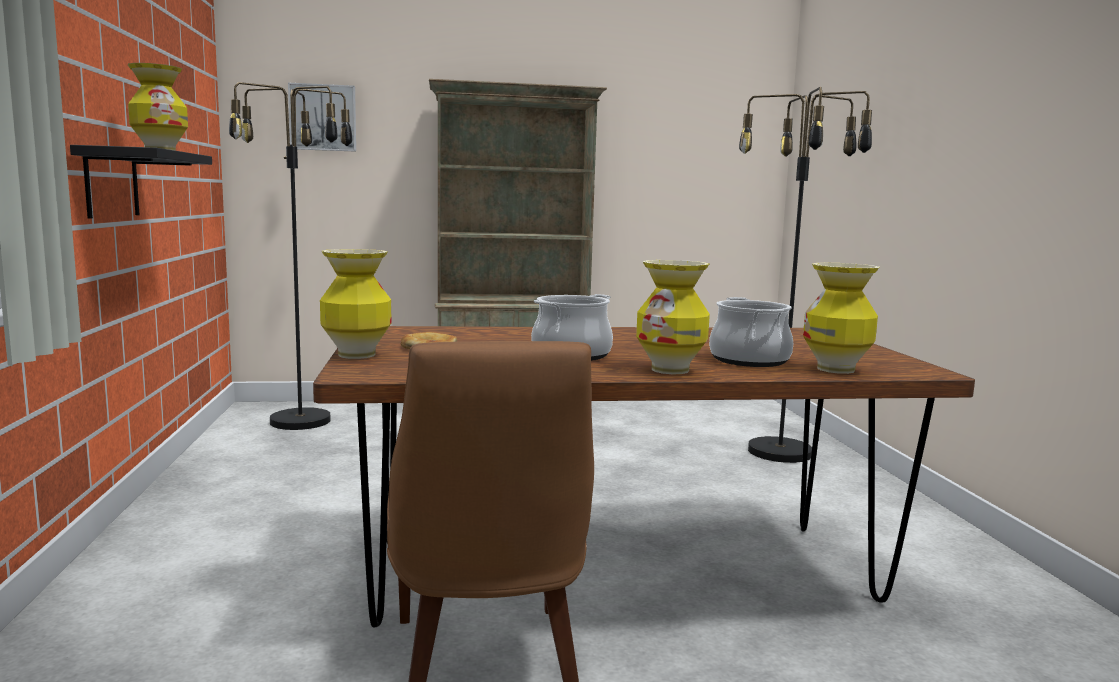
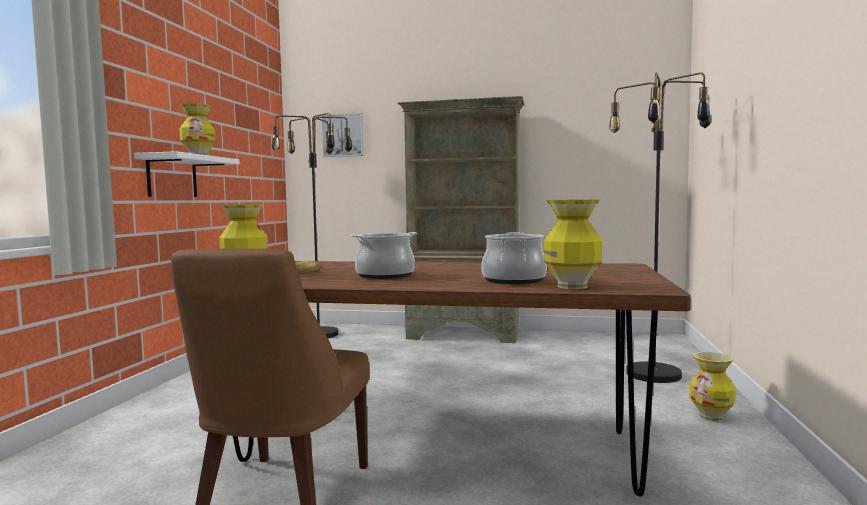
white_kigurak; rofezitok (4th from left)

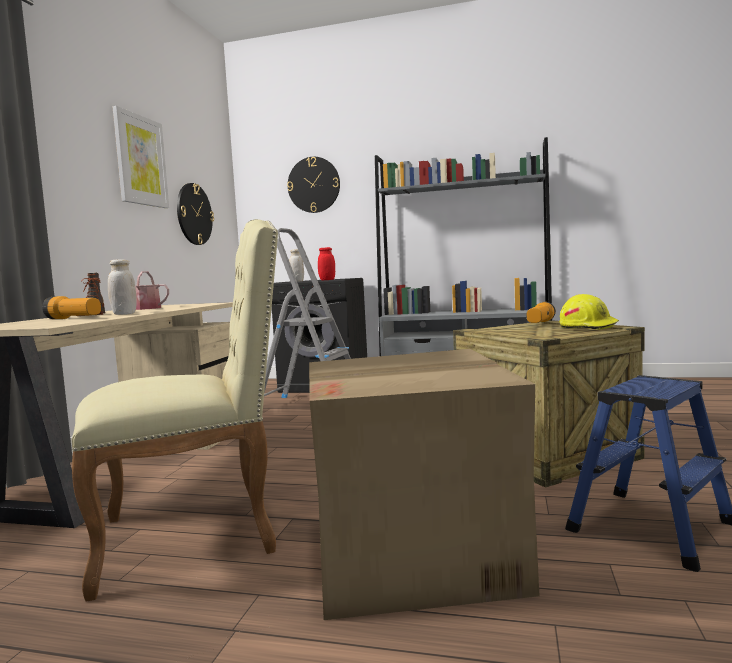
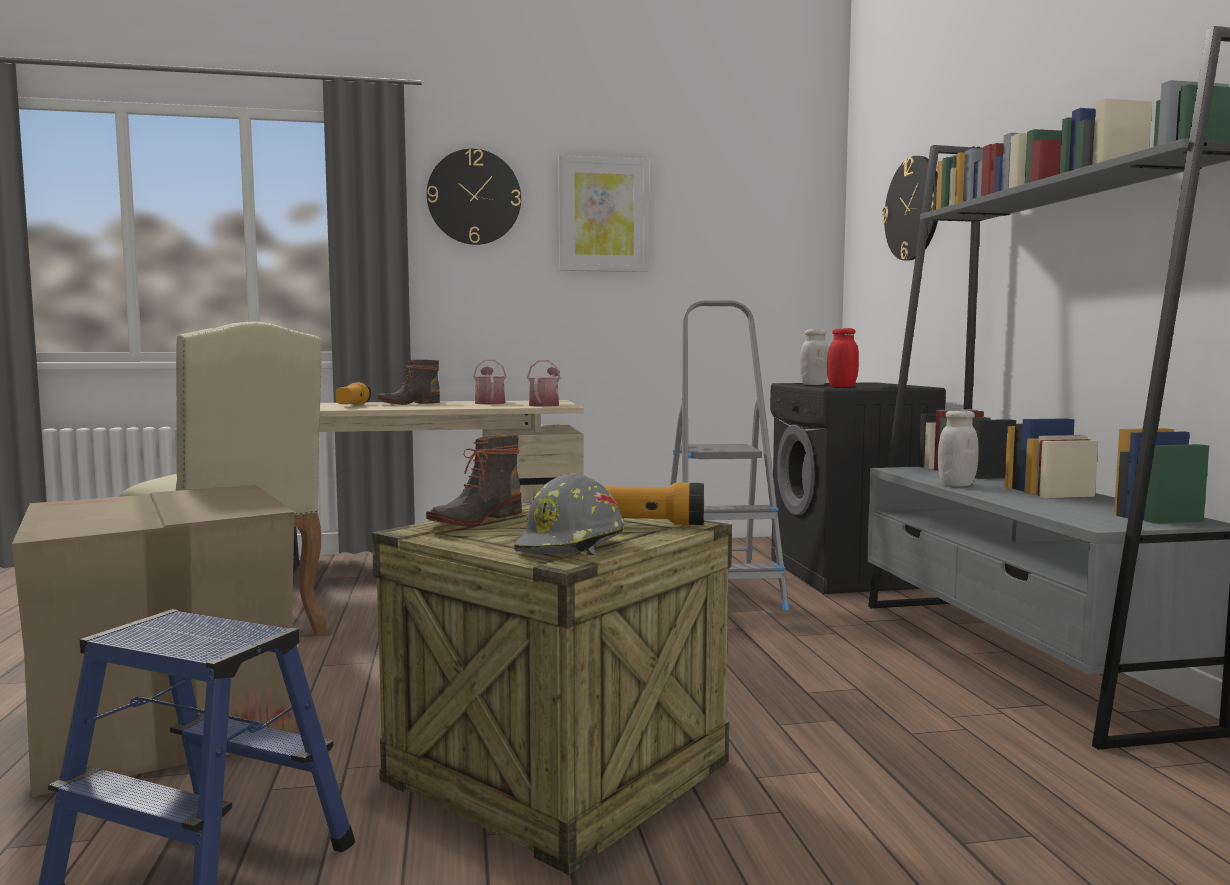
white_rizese (2nd from left); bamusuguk (1st from left); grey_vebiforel; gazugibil (2nd from left); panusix (2nd from left)

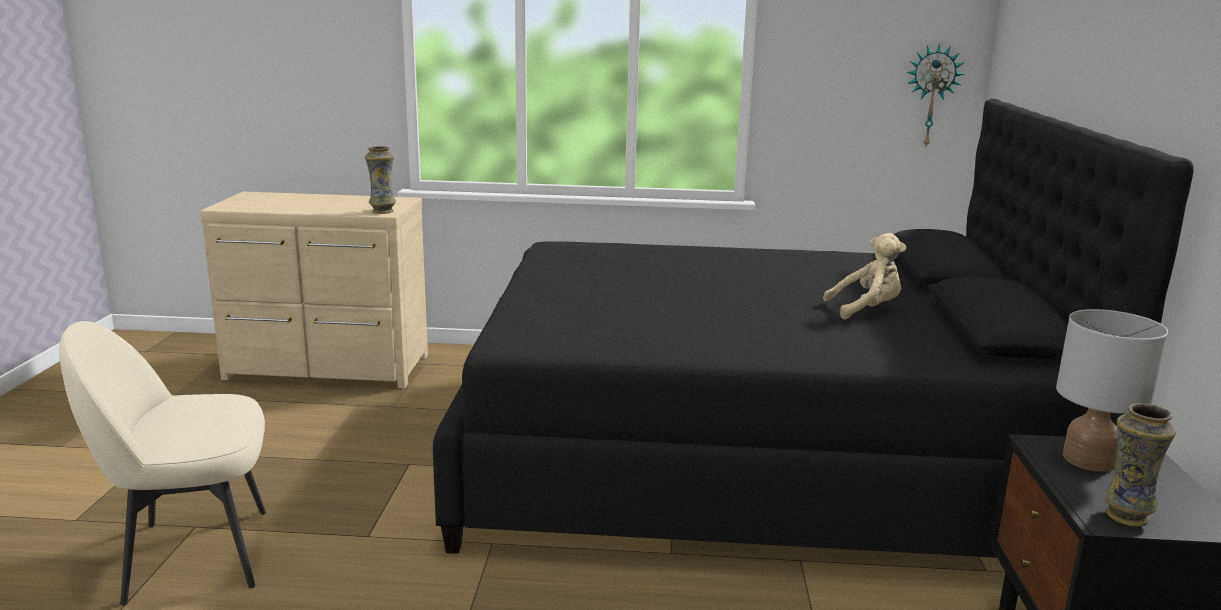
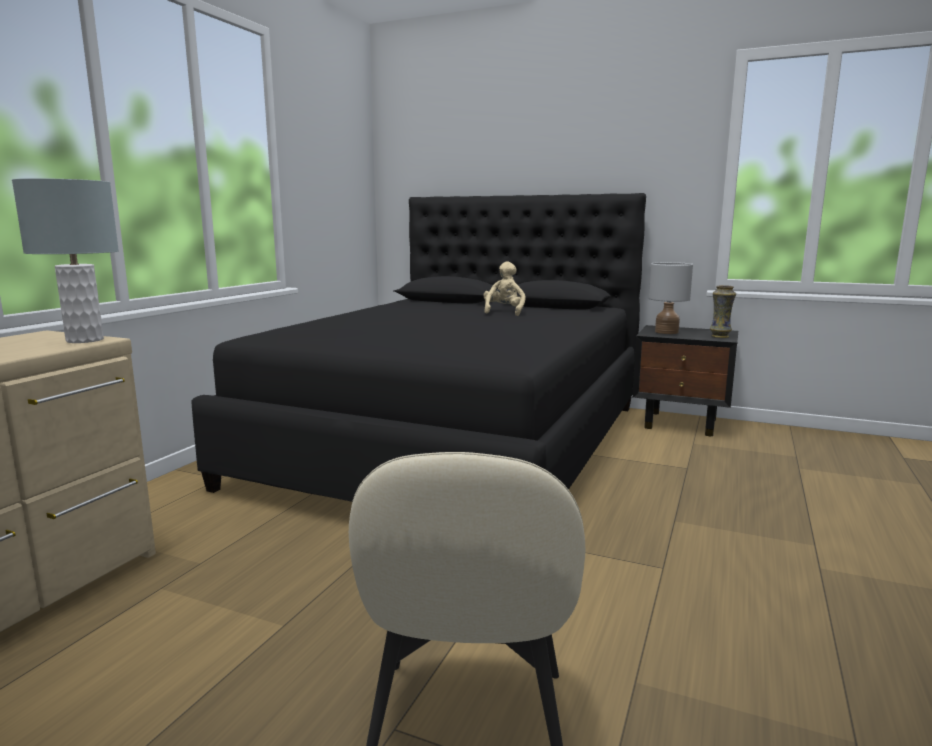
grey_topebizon (1st from left); bamusuguk

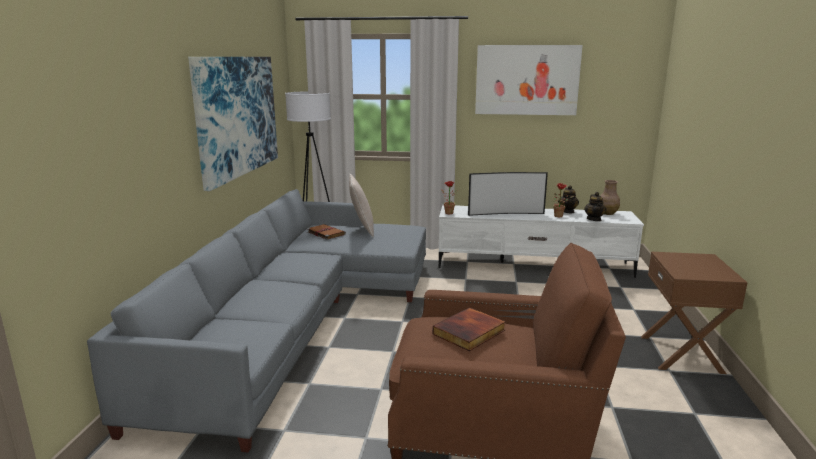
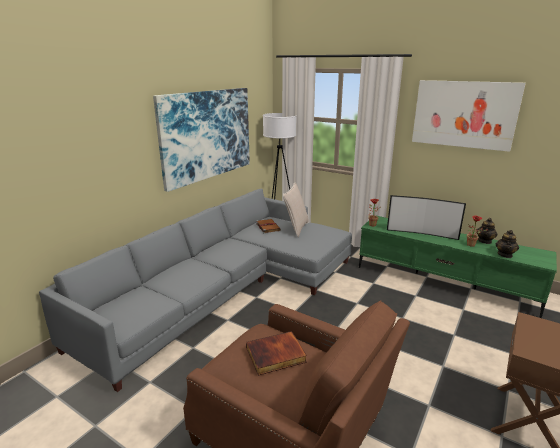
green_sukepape; brown_rofezitok

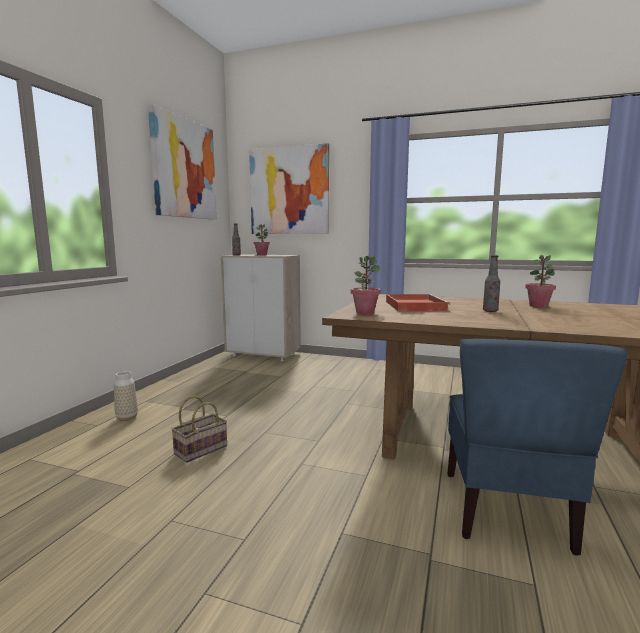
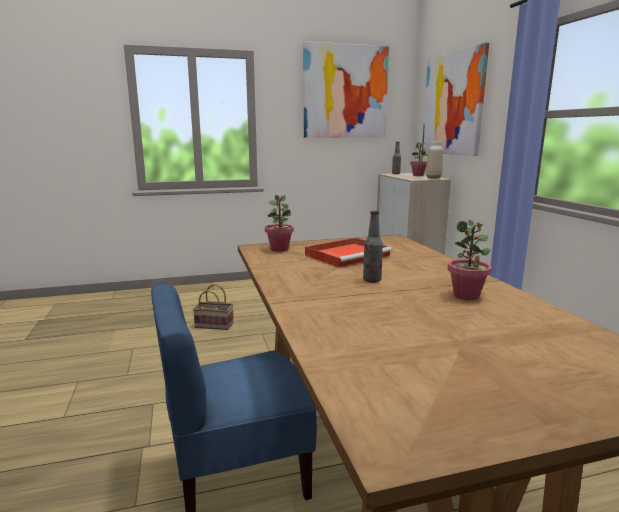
rofezitok

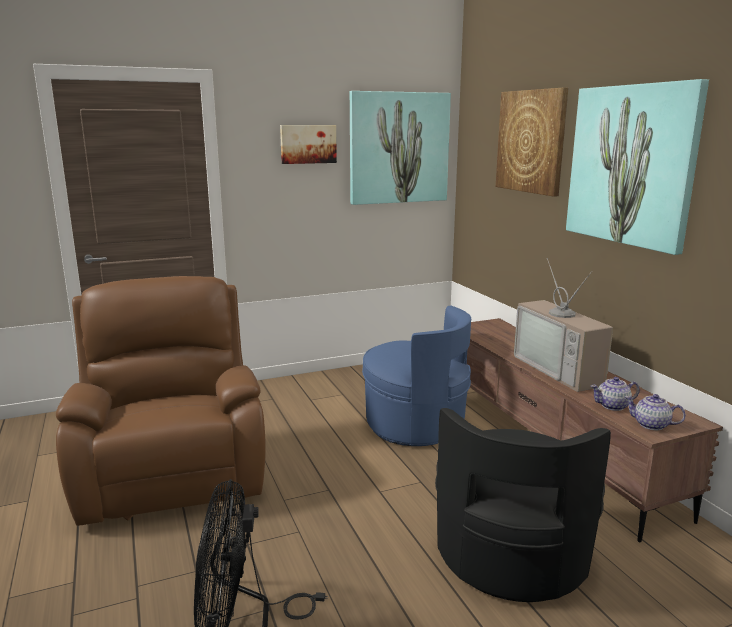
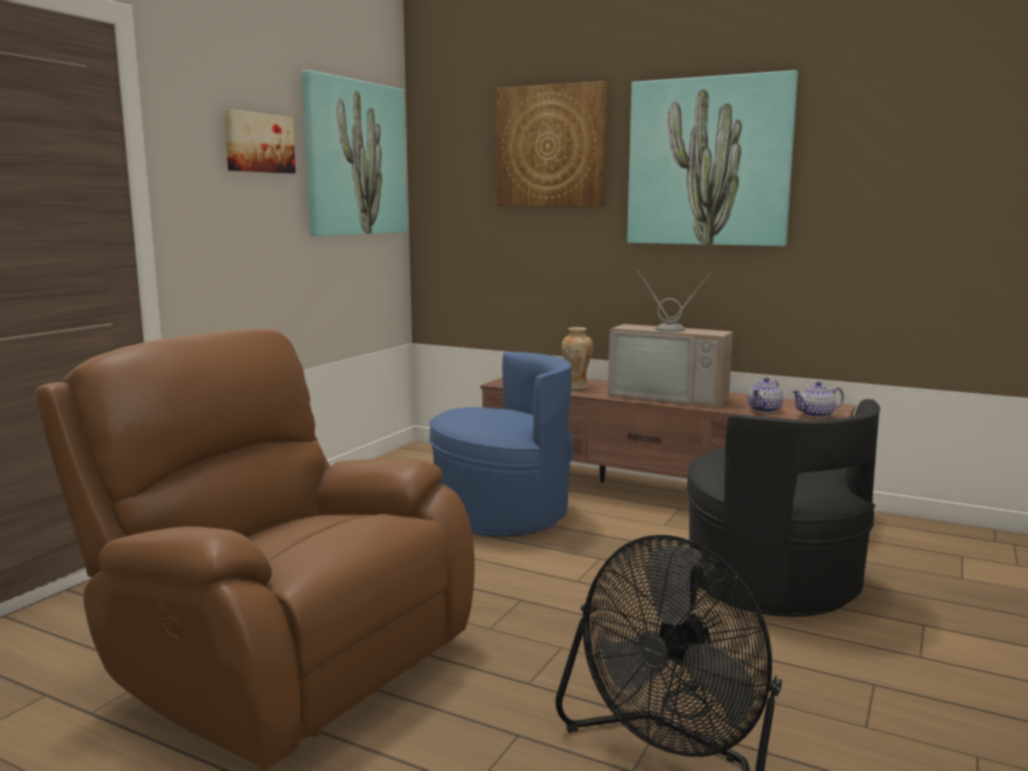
rofezitok

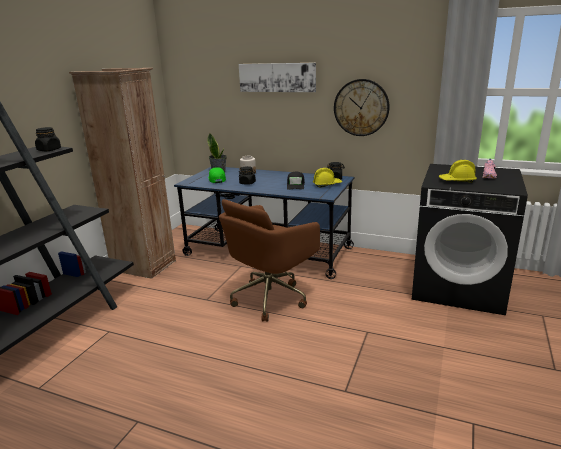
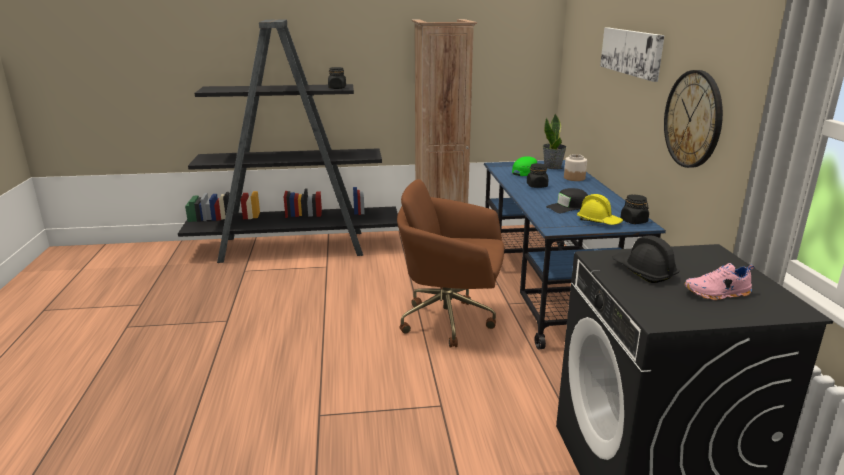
black_vebiforel

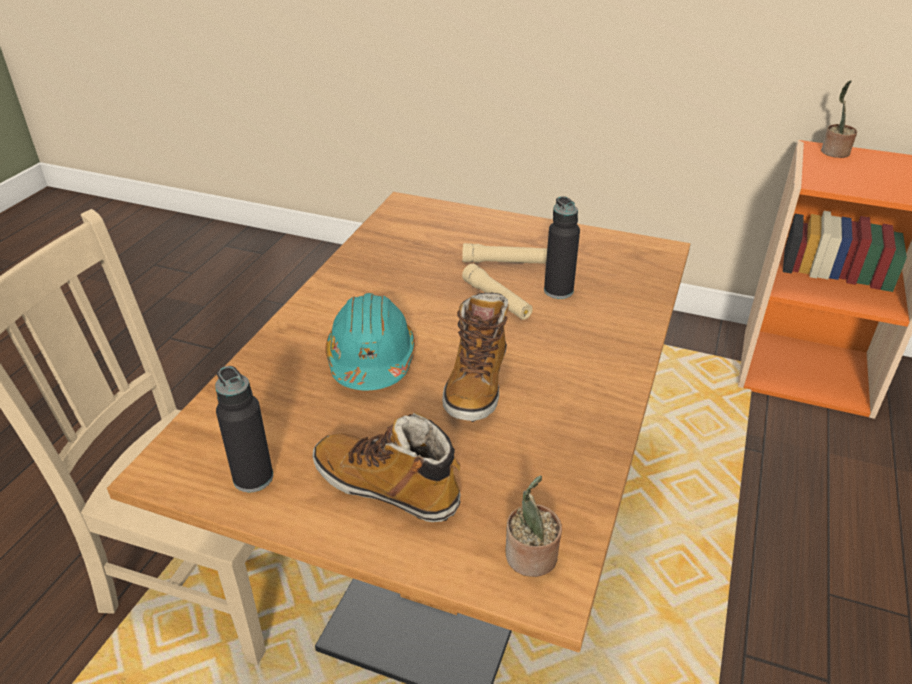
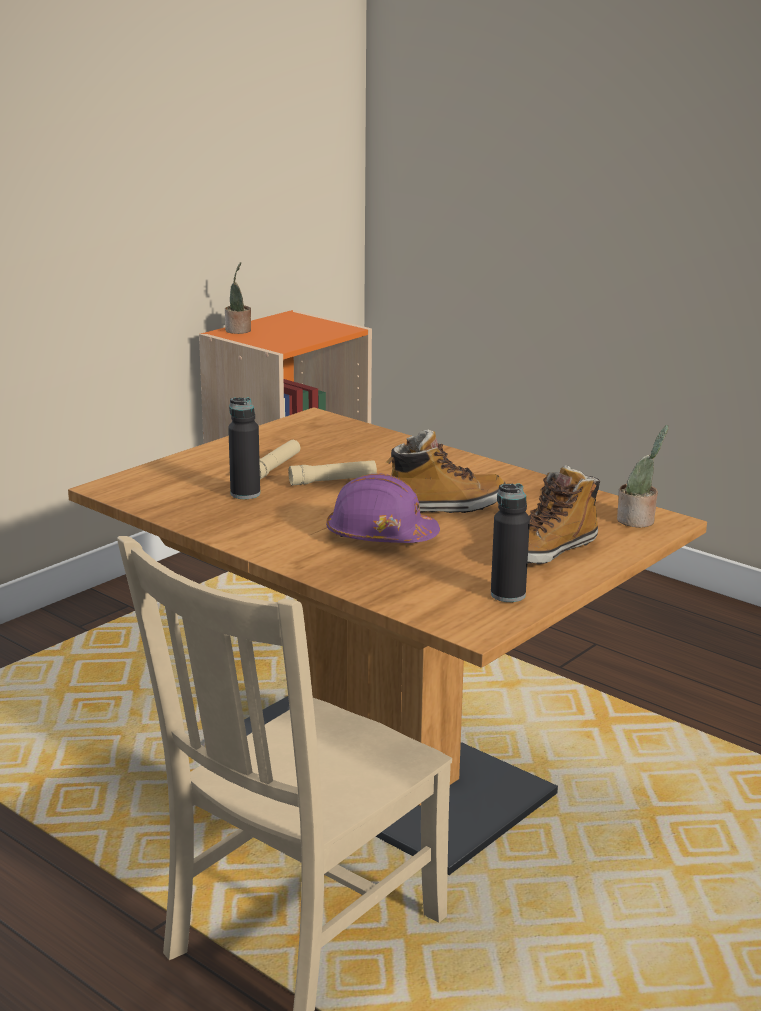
purple_vebiforel; gazugibil (1st from left); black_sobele (1st from left)

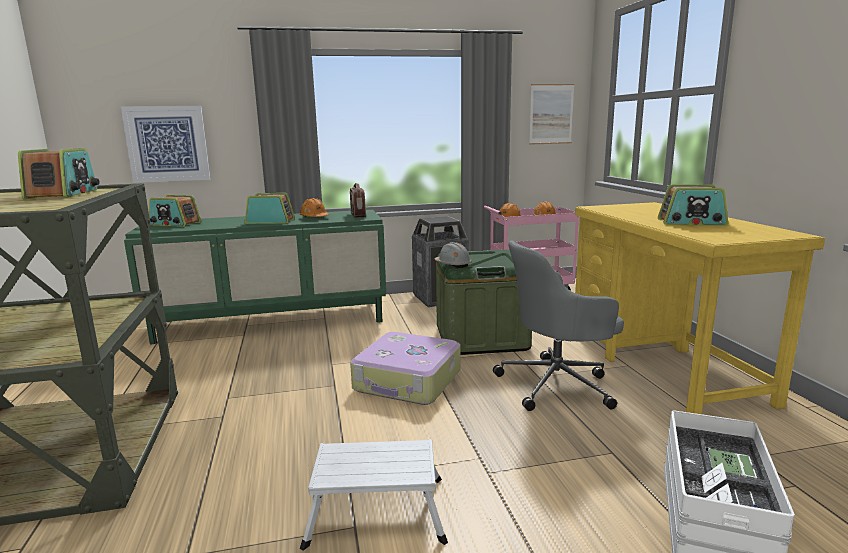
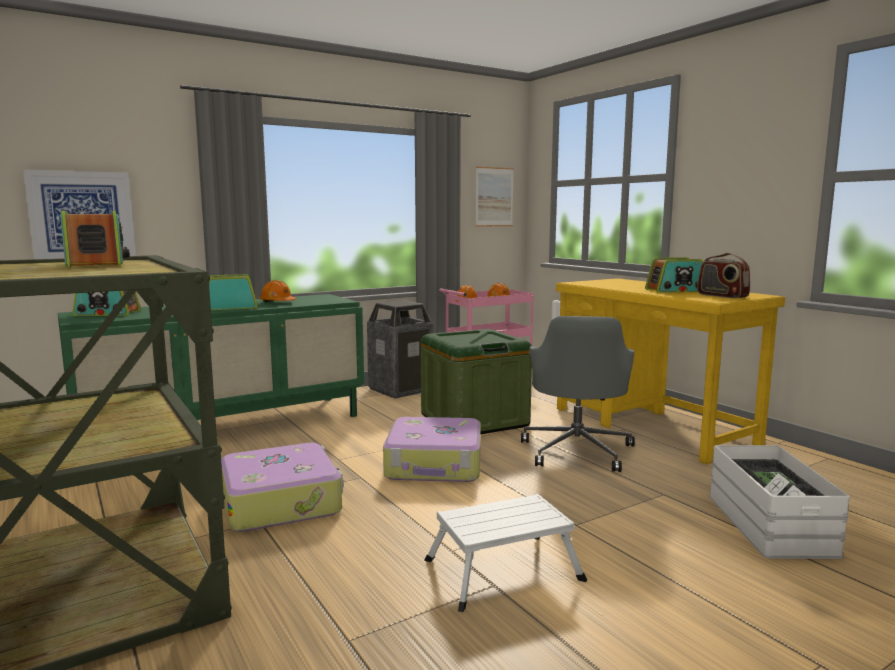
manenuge (5th from left); grey_vebiforel; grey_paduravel; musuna (1st from left)

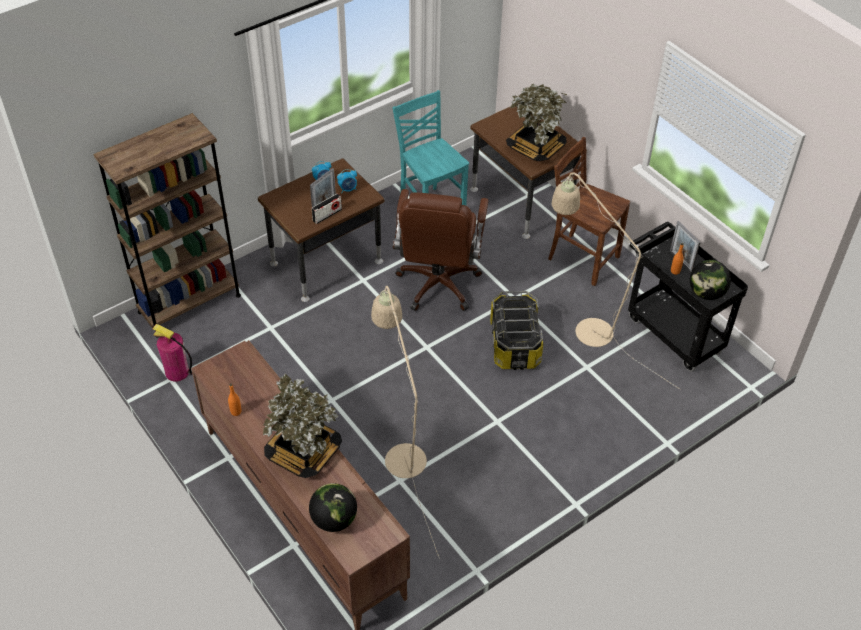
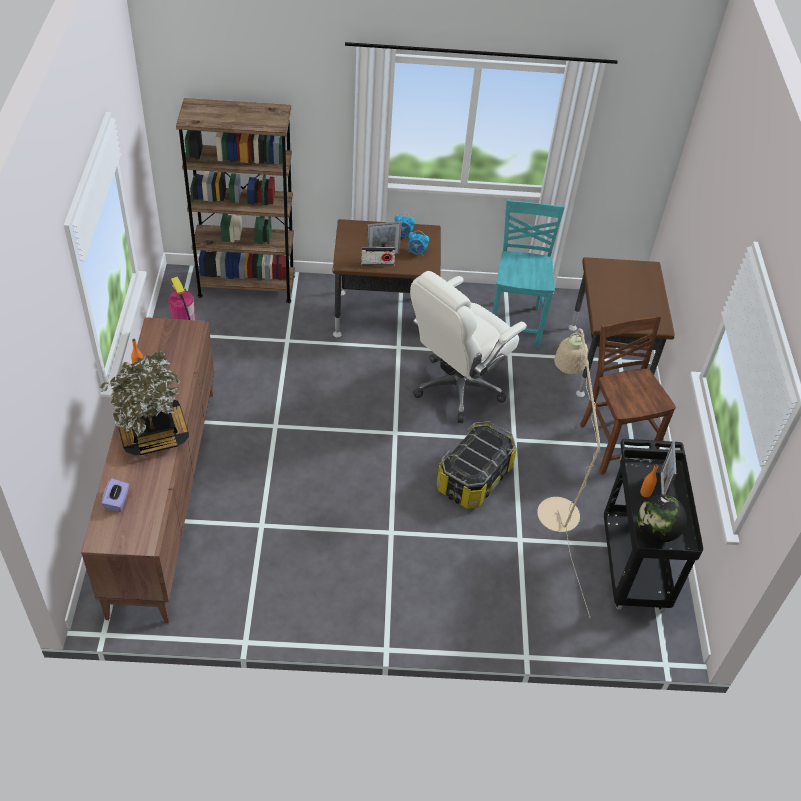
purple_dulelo; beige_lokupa (1st from left in the first image); white_paduravel; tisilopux (2nd from left in the first image)

